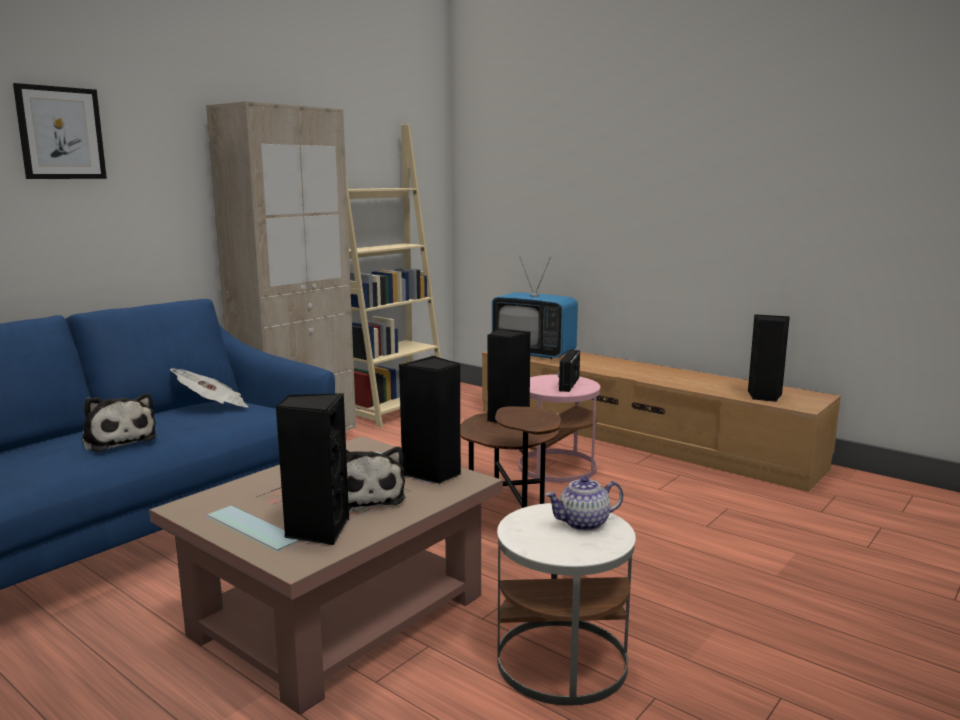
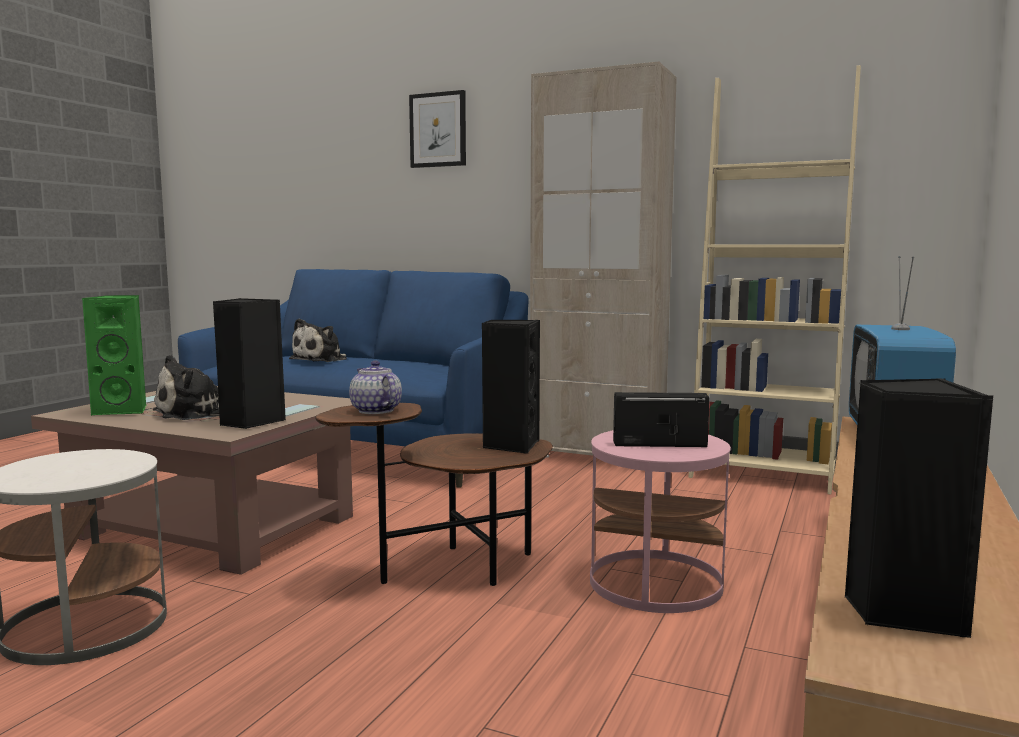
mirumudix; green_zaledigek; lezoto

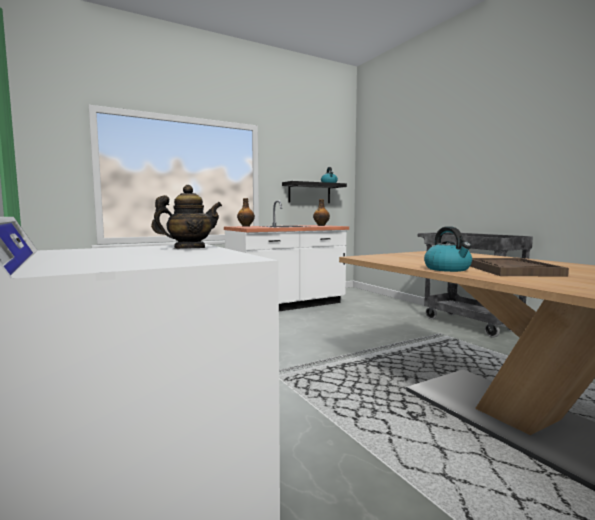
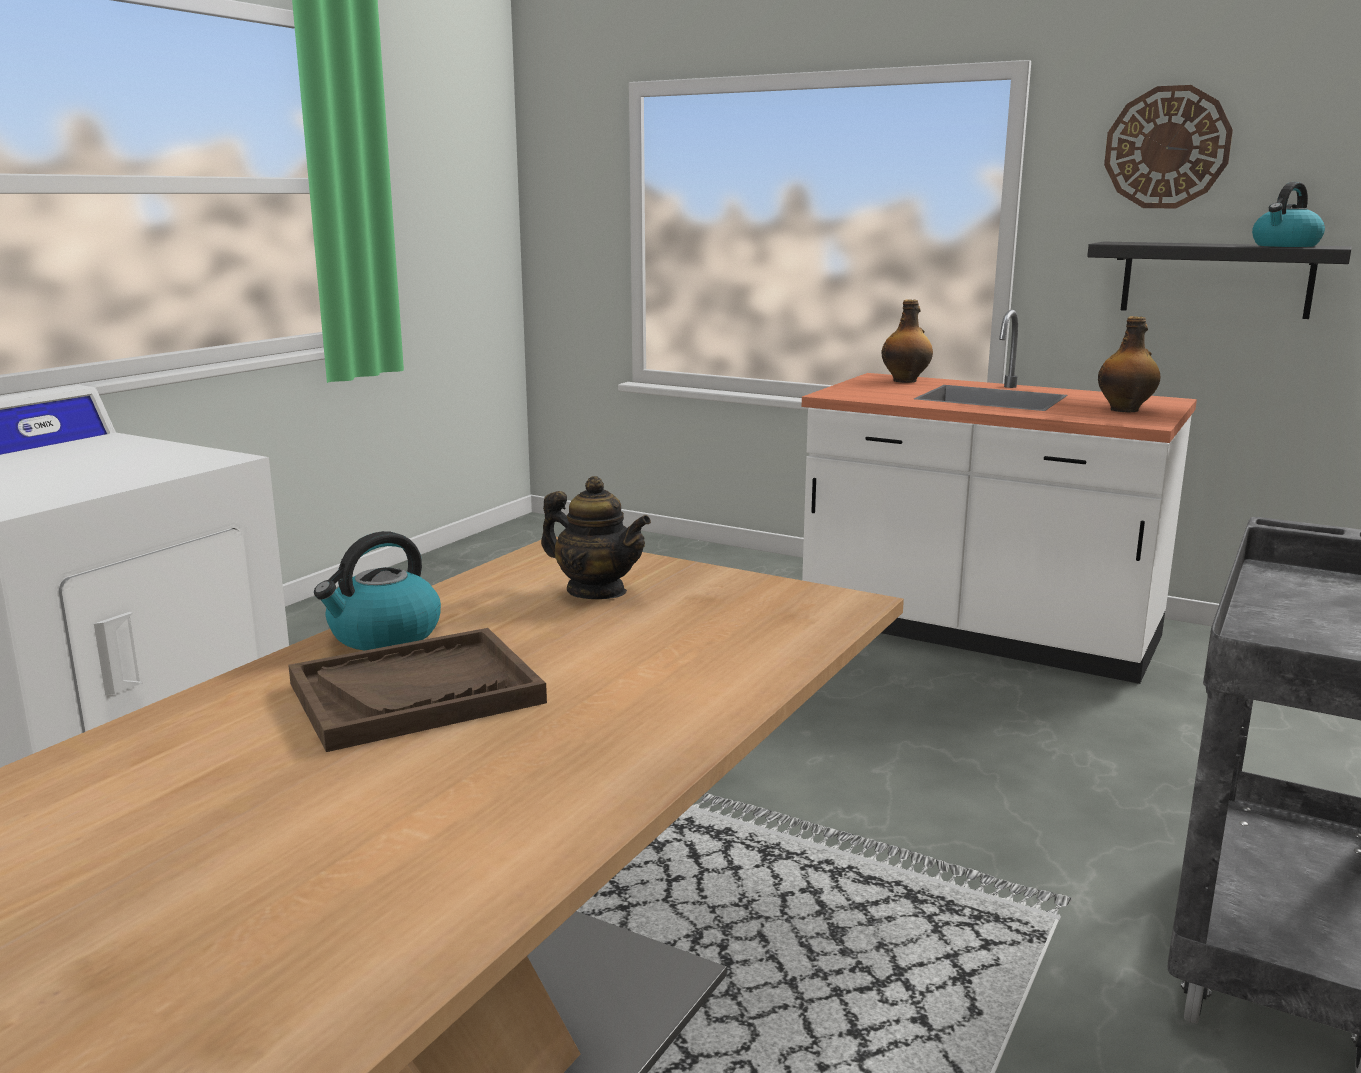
lezoto; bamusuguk

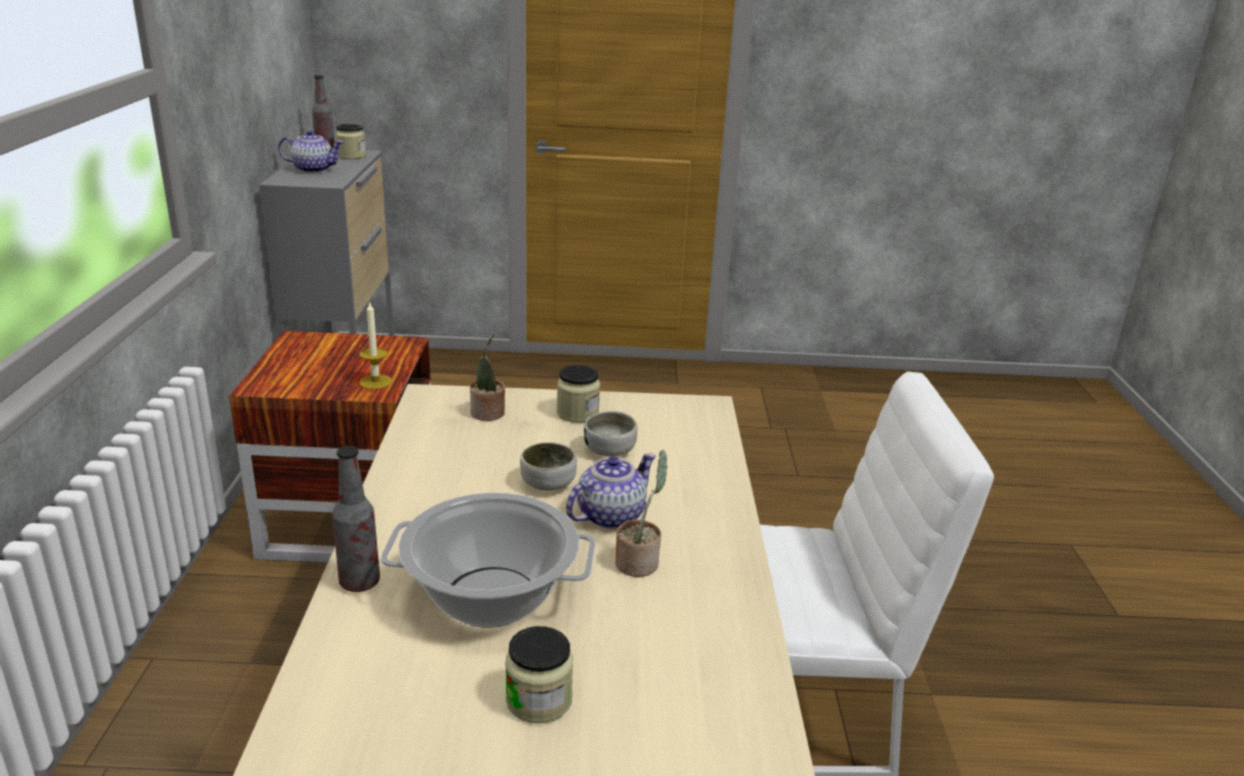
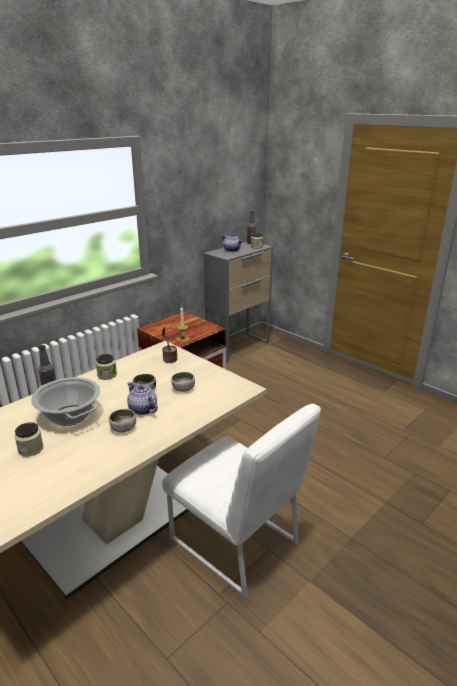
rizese (2nd from left); lezoto (1st from left); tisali (1st from left)

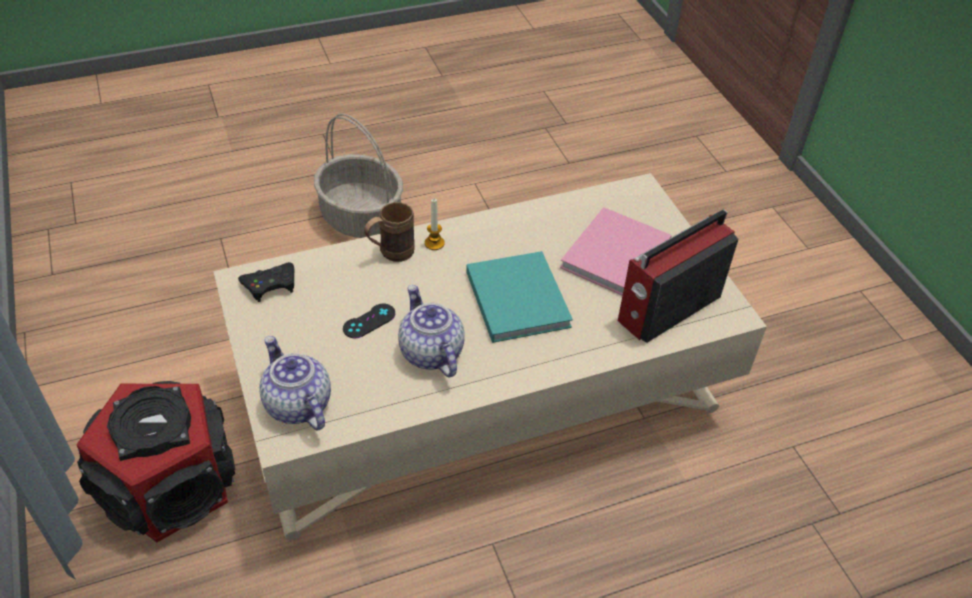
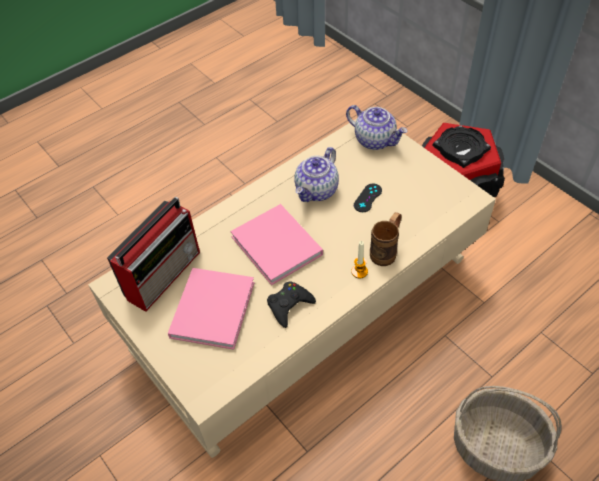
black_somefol (1st from left); lezoto (1st from left); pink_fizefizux (2nd from left)

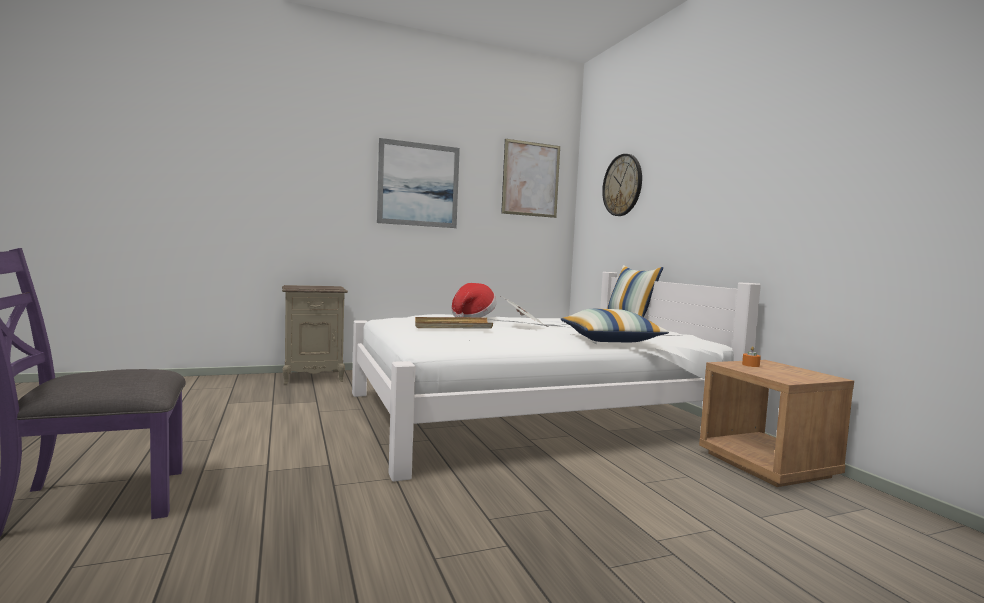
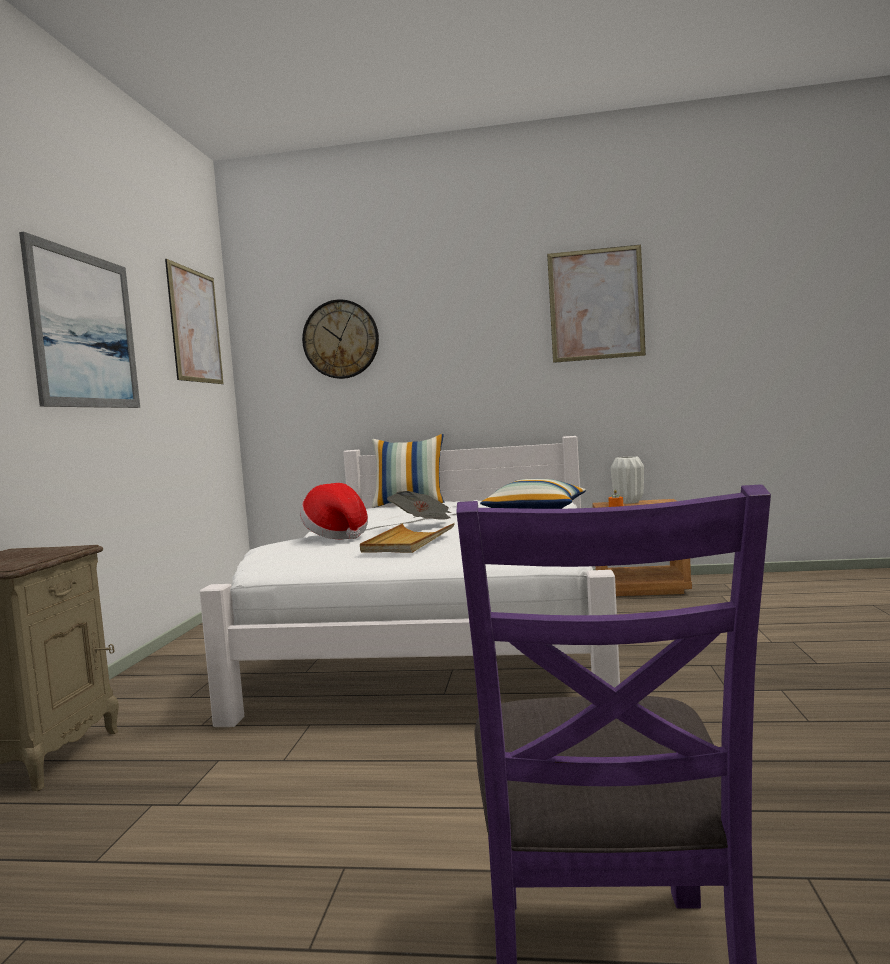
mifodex (3rd from left); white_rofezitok

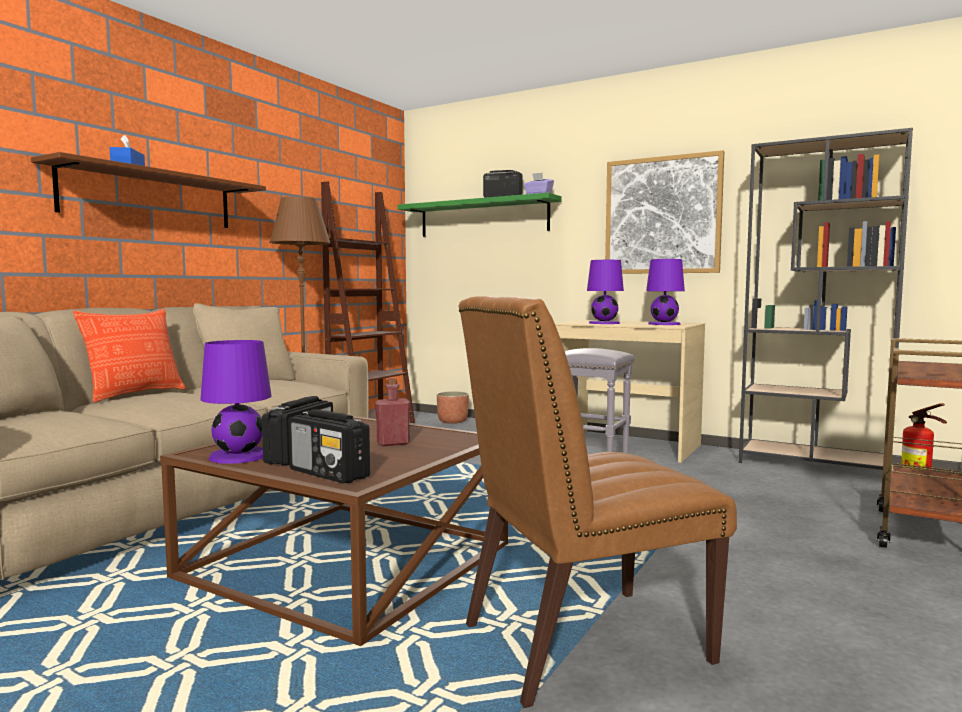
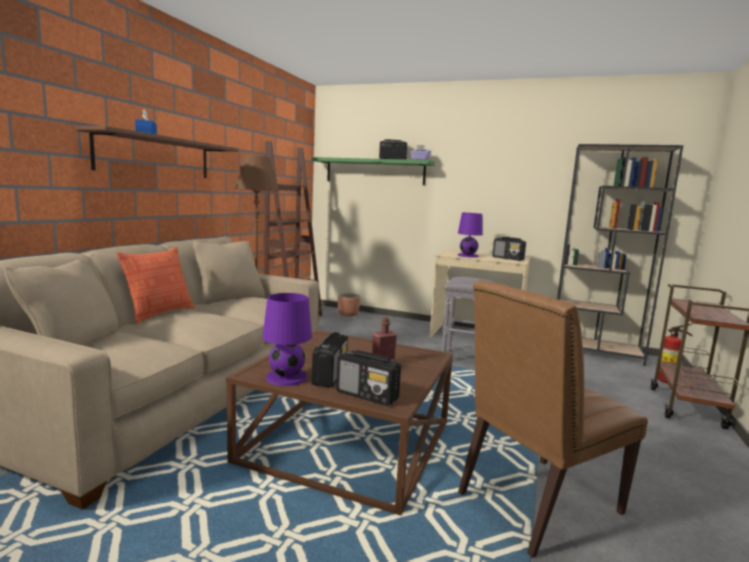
mifodex; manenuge (4th from left)

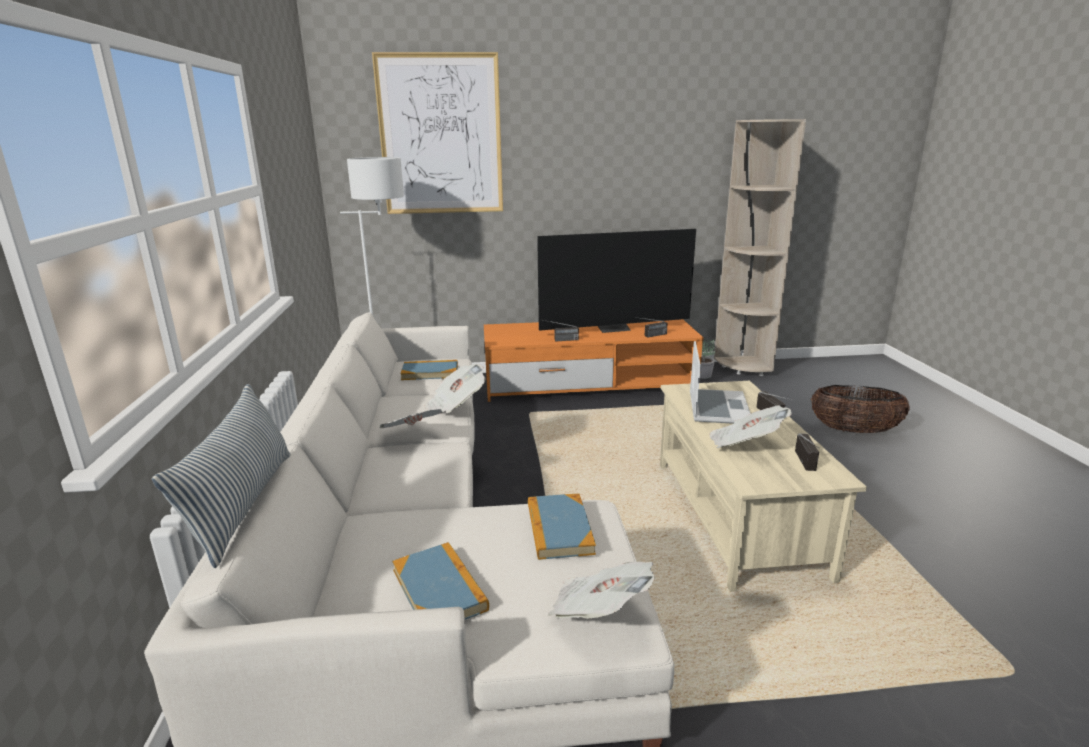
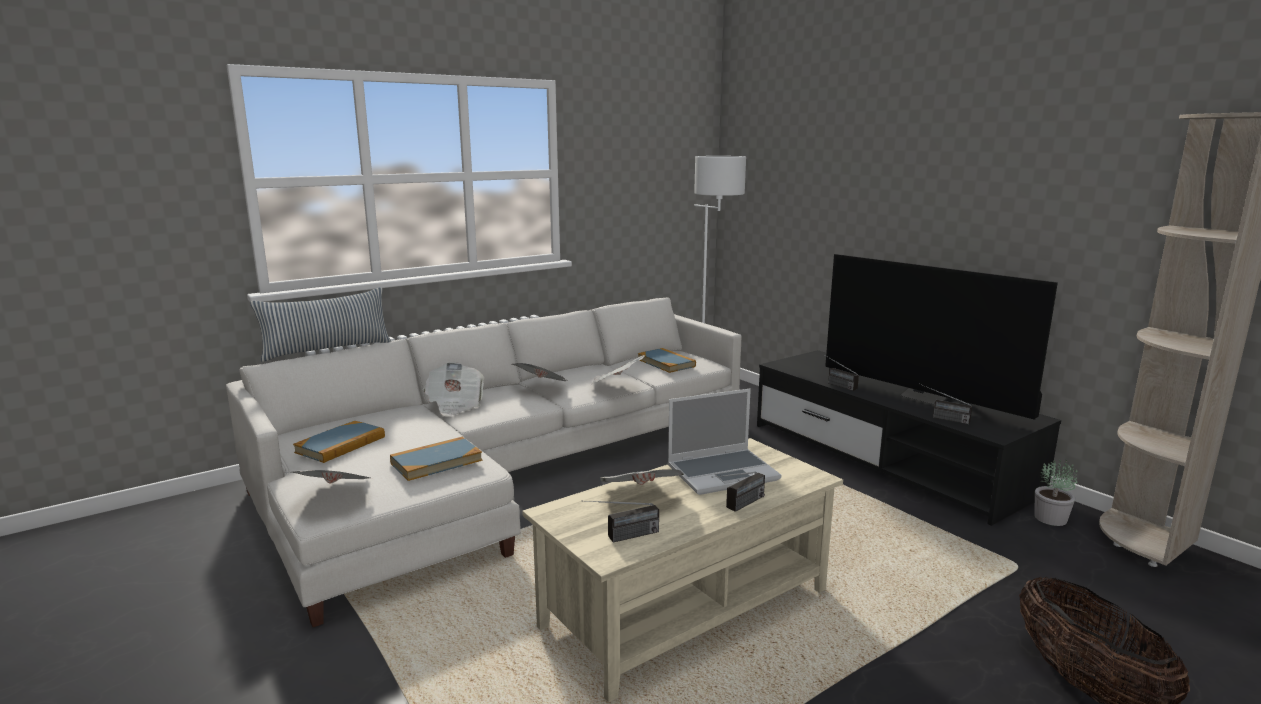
mifodex; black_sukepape; mirumudix (2nd from left)

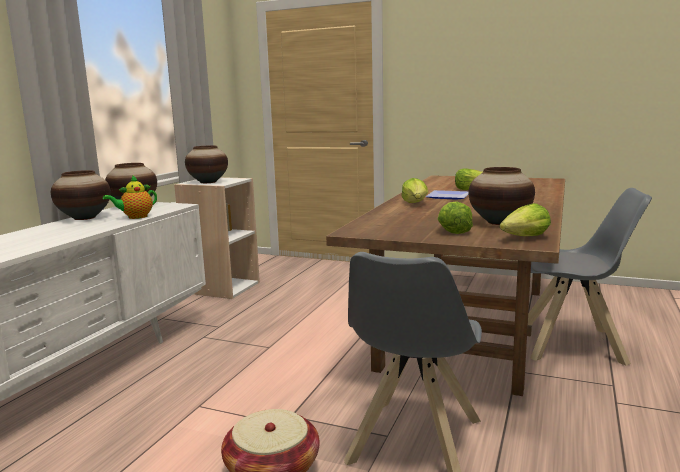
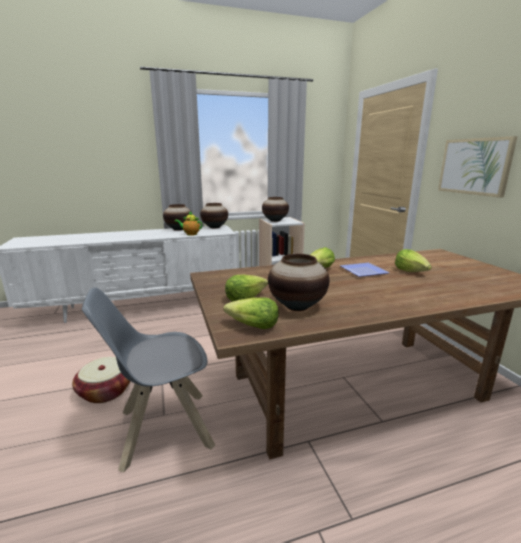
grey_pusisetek (2nd from left in the first image); mifodex

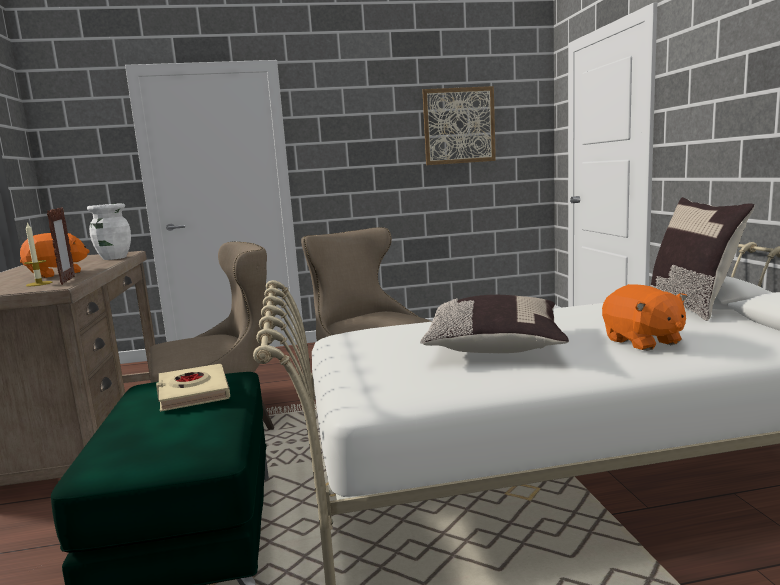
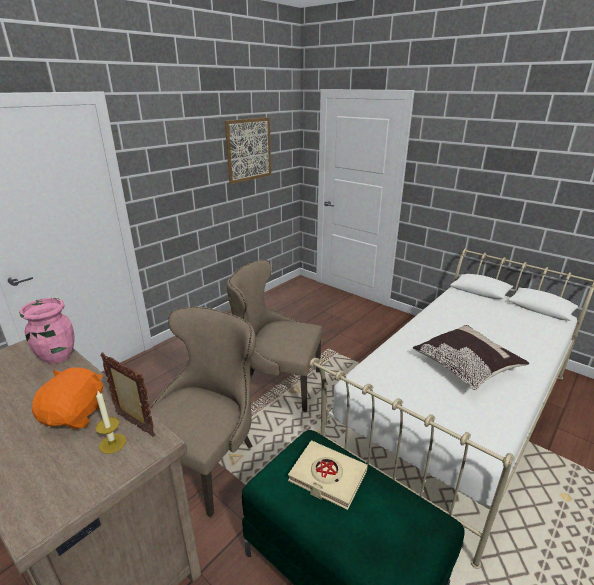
pink_rofezitok; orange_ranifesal (2nd from left in the first image); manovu (2nd from left in the first image)

